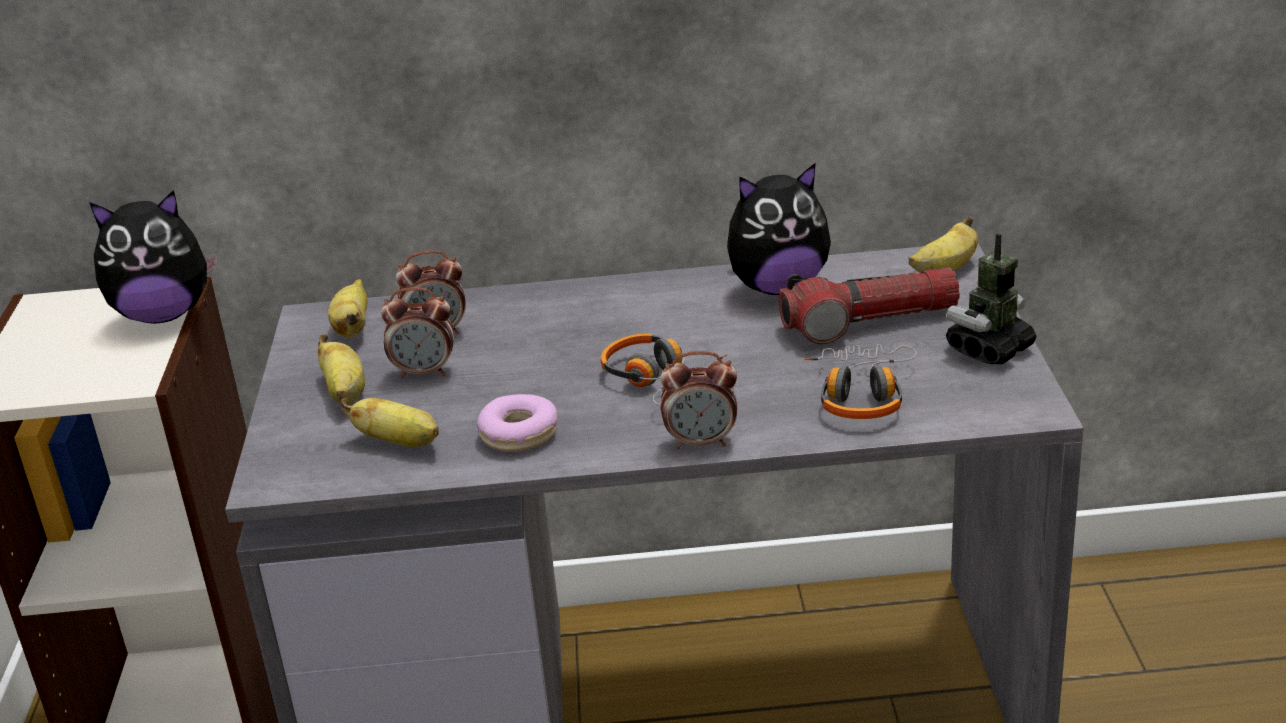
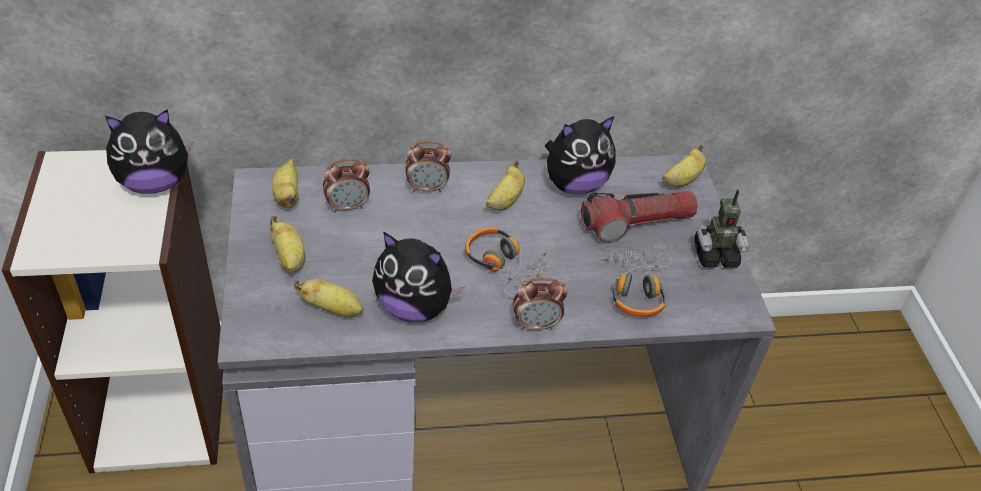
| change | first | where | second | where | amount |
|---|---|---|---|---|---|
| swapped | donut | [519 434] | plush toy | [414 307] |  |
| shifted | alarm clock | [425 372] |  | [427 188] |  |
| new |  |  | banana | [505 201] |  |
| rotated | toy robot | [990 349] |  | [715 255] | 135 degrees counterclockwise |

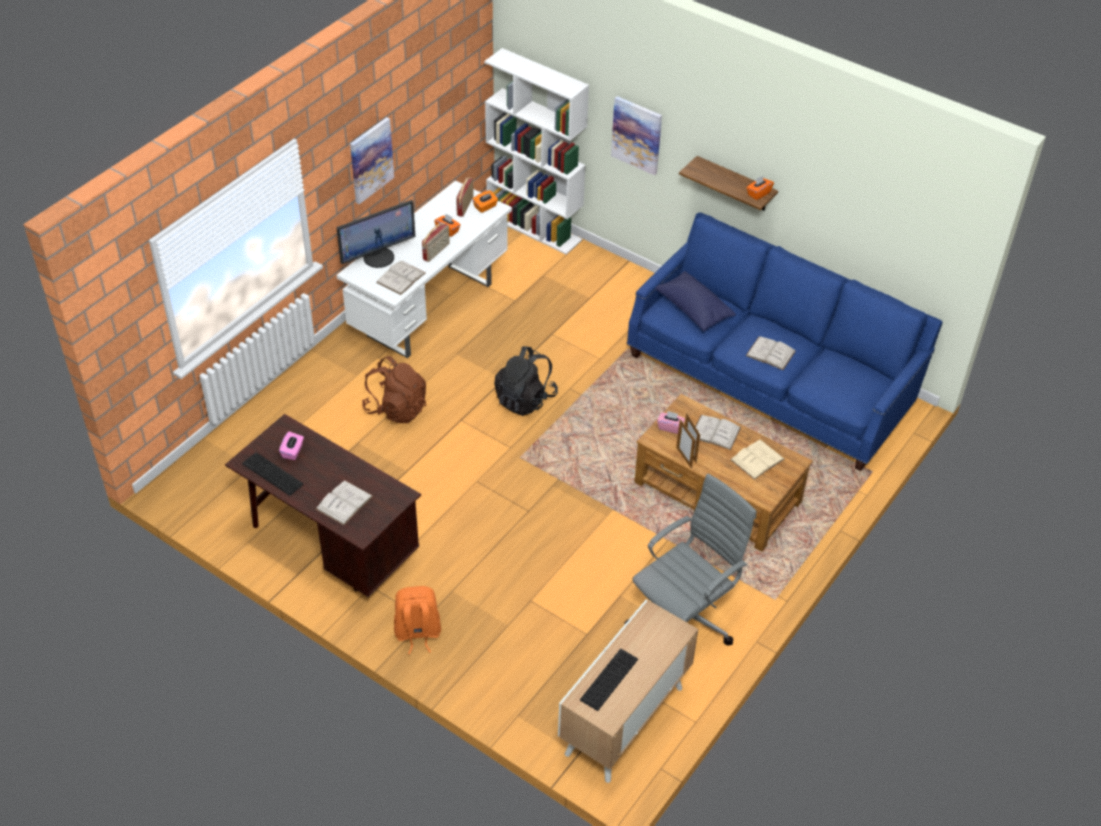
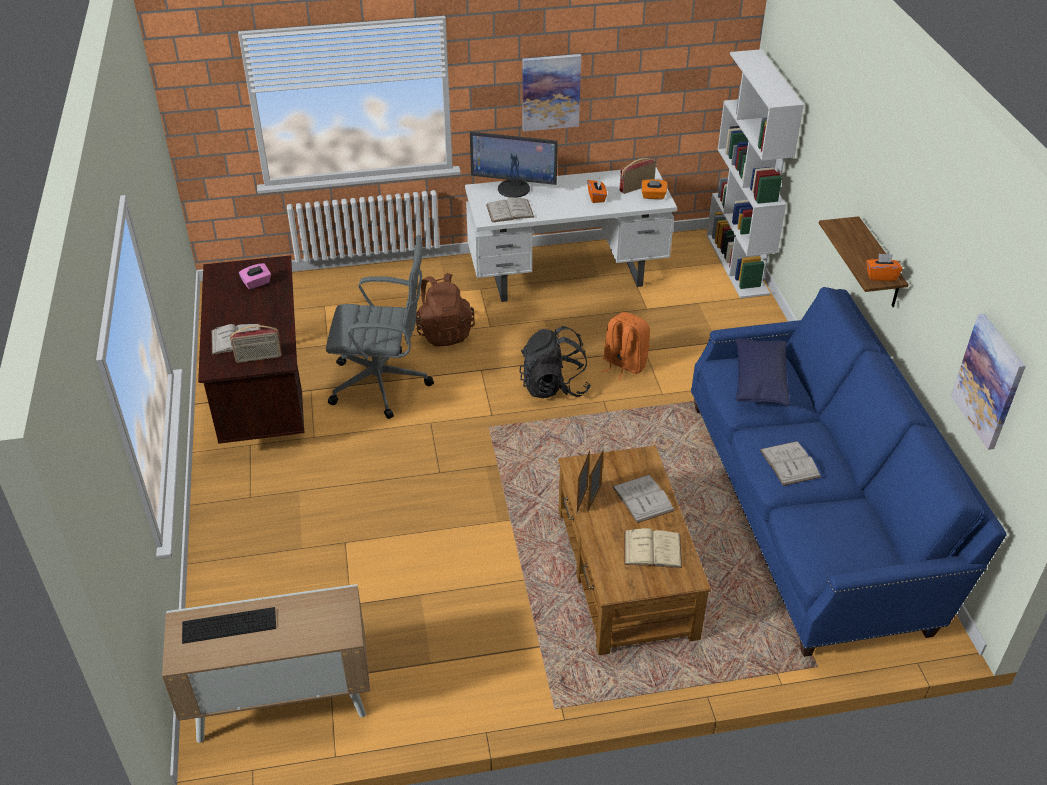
| change | first | where | second | where | amount |
|---|---|---|---|---|---|
| shifted | radio | [436 252] |  | [258 358] |  |
| shifted | office chair (grey) | [684 619] |  | [383 384] |  |
| shifted | backpack (orange) | [417 633] |  | [623 365] |  |
| shifted | picture | [637 135] |  | [989 381] |  |
| gone | keyboard | [272 474] |  |  |  |
| gone | tissue box (pink) | [670 427] |  |  |  |

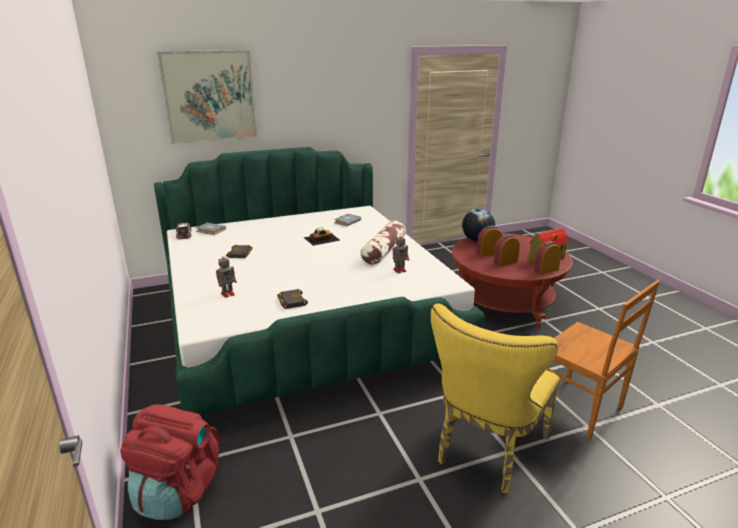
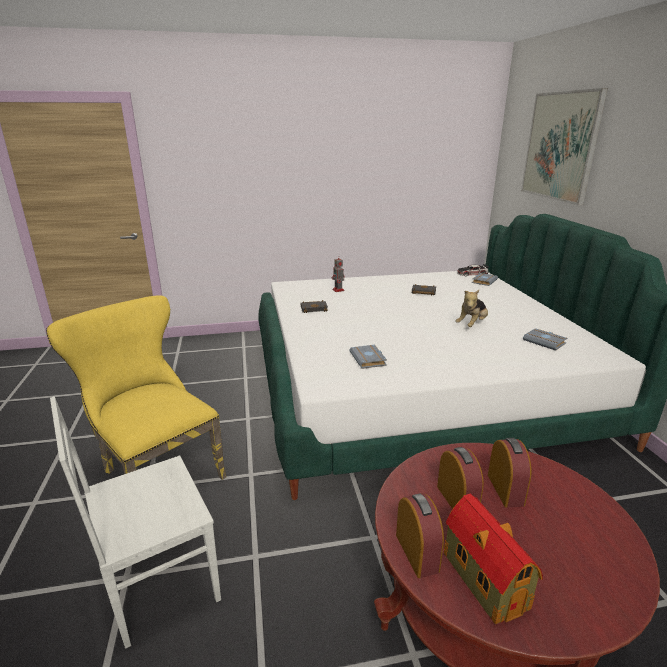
| change | first | where | second | where | amount |
|---|---|---|---|---|---|
| repainted | chair (brown) | [580 409] | chair (white) | [157 584] |  |
| swapped | toy robot | [400 270] | book (grey) | [369 359] |  |
| swapped | toy car | [321 238] | plush toy | [472 325] |  |
| gone | backpack (red) | [177 490] |  |  |  |
| gone | pillow | [383 251] |  |  |  |
| gone | globe | [477 240] |  |  |  |

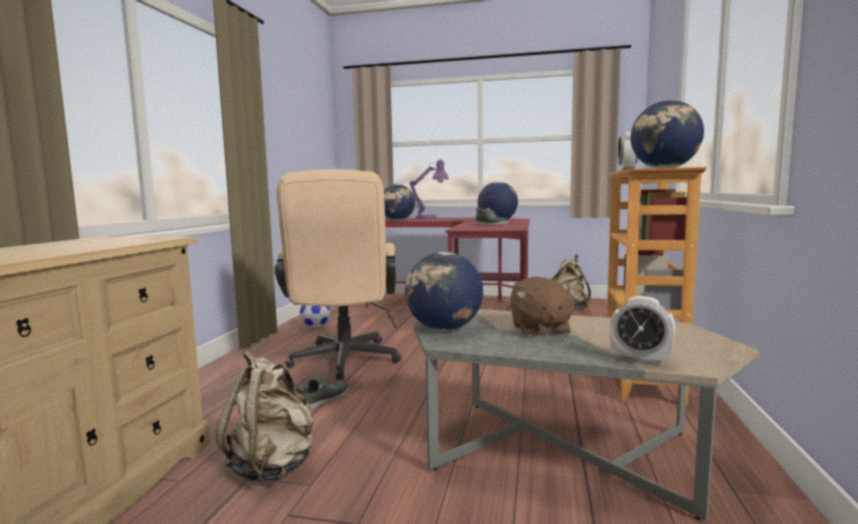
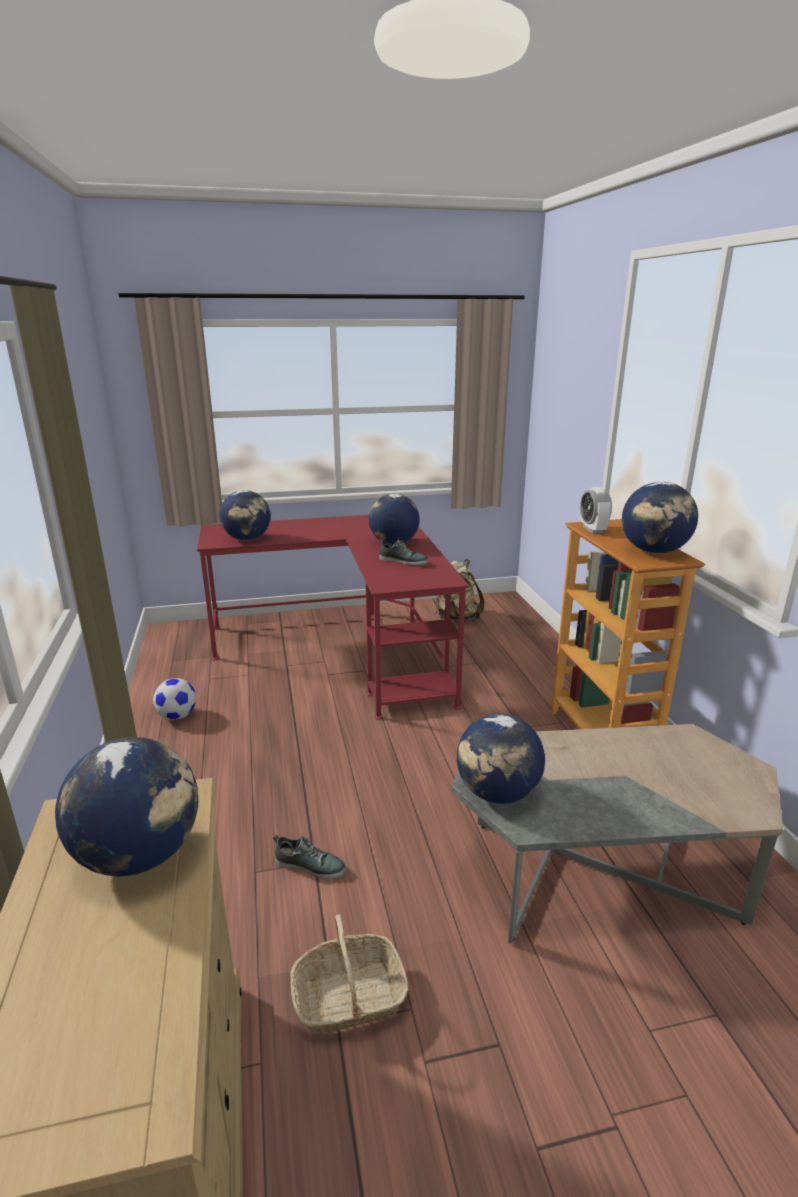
| change | first | where | second | where | amount |
|---|---|---|---|---|---|
| new |  |  | globe | [140 854] |  |
| rotated | shoe | [322 400] |  | [310 865] | 90 degrees clockwise |
| swapped | backpack (beige) | [273 466] | basket | [349 997] |  |
| gone | office chair (beige) | [343 363] |  |  |  |
| gone | table lamp (purple) | [430 218] |  |  |  |
| gone | plush toy (brown) | [539 330] |  |  |  |
| gone | alarm clock | [640 360] |  |  |  |

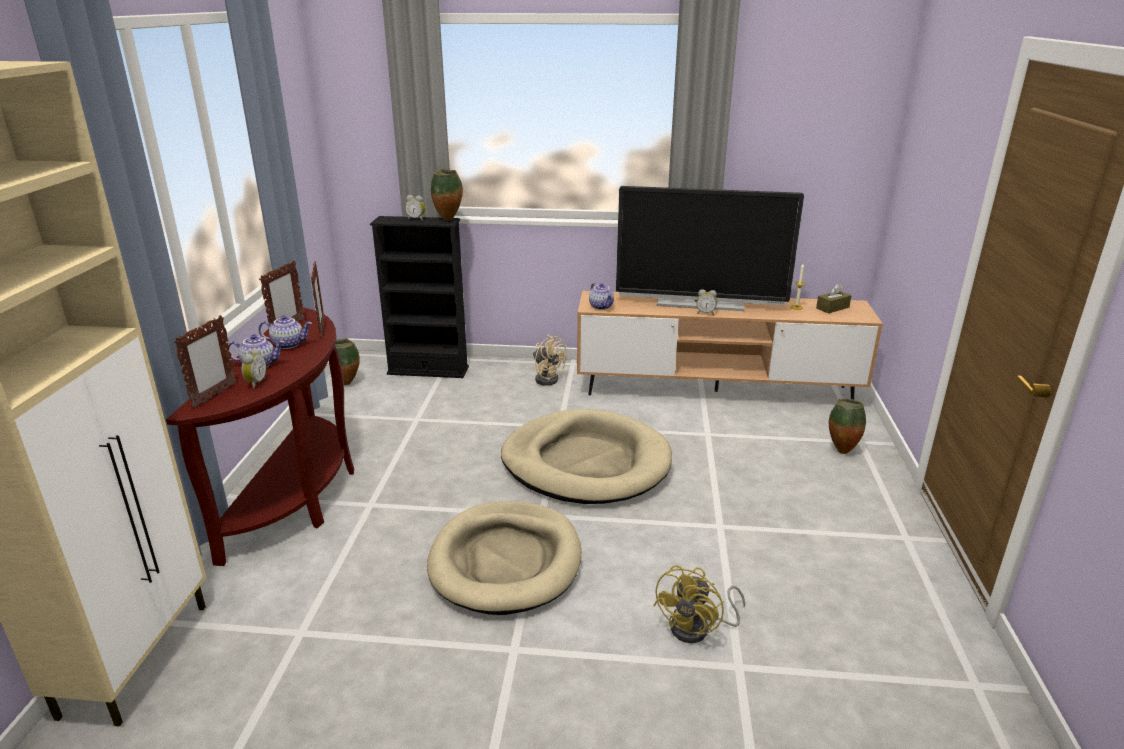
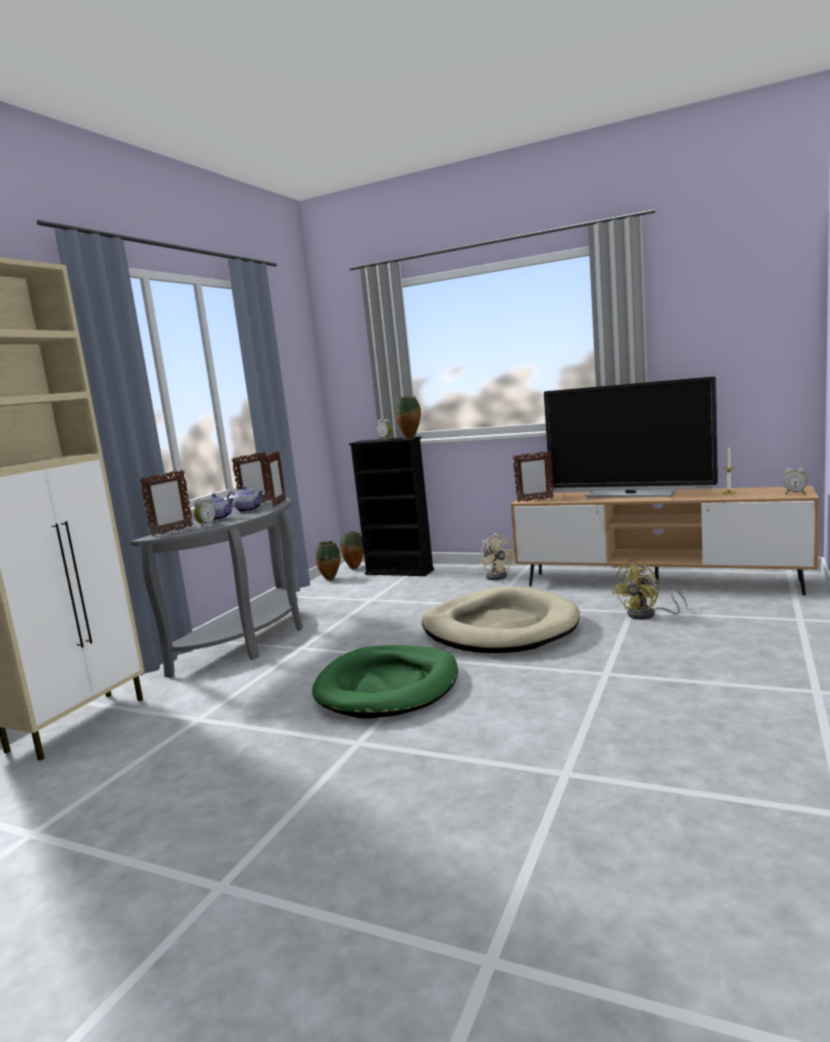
| change | first | where | second | where | amount |
|---|---|---|---|---|---|
| repainted | console table (brown) | [299 495] | console table (grey) | [252 641] |  |
| repainted | dog bed (beige) | [506 561] | dog bed (green) | [388 686] |  |
| shifted | vase | [841 450] |  | [354 568] |  |
| swapped | teapot | [602 306] | picture frame | [535 500] |  |
| shifted | fan (yellow) | [698 629] |  | [647 615] |  |
| shifted | alarm clock | [705 313] |  | [795 493] |  |
| gone | tissue box (brown) | [832 308] |  |  |  |

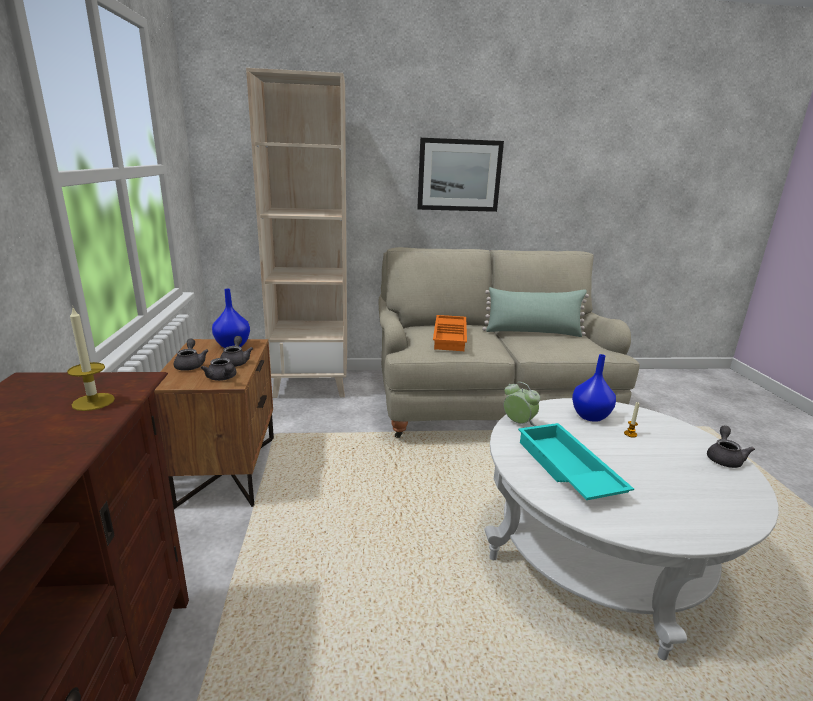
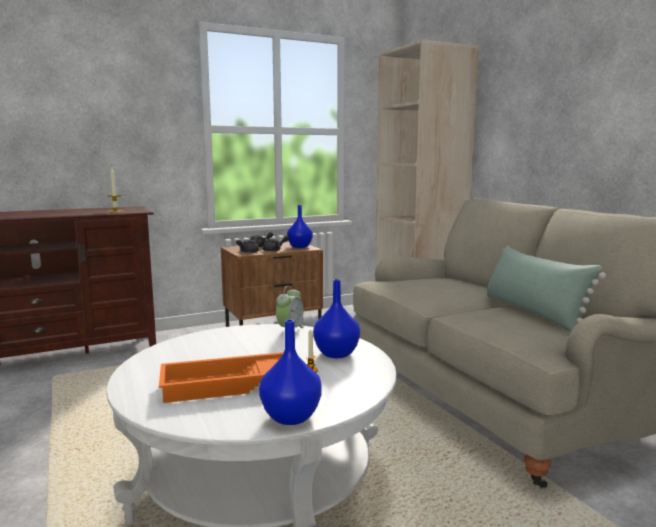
| change | first | where | second | where | amount |
|---|---|---|---|---|---|
| shifted | tray (orange) | [451 337] |  | [229 385] |  |
| swapped | teapot (grey) | [724 458] | vase (blue) | [291 416] |  |
| gone | picture | [459 175] |  |  |  |
| gone | tray (turquoise) | [565 469] |  |  |  |

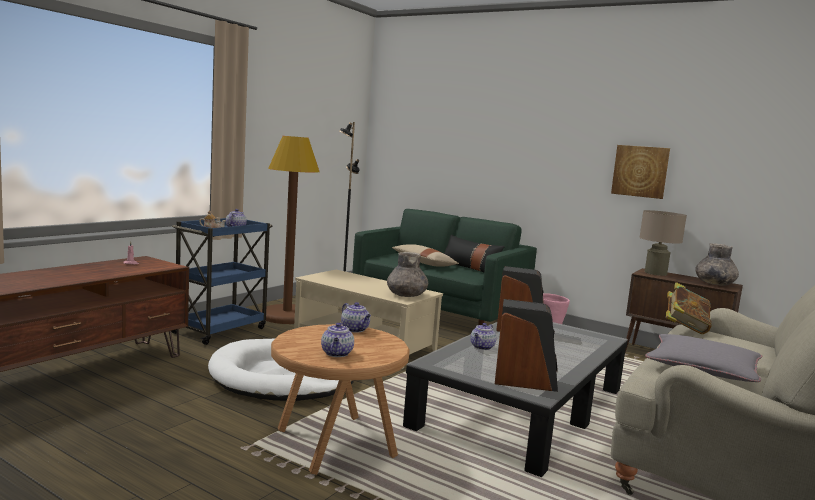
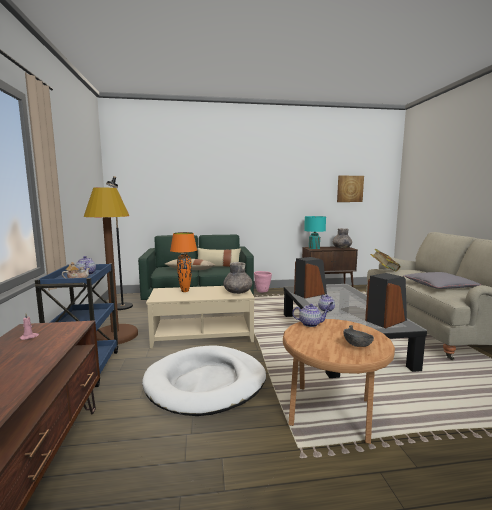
| change | first | where | second | where | amount |
|---|---|---|---|---|---|
| new |  |  | table lamp (orange) | [185 291] |  |
| repainted | pillow (black) | [469 268] | pillow (beige) | [218 266] |  |
| repainted | table lamp (beige) | [655 273] | table lamp (turquoise) | [314 248] |  |
| shifted | picture | [640 171] |  | [349 189] |  |
| swapped | teapot | [337 354] | bowl (grey) | [358 345] |  |

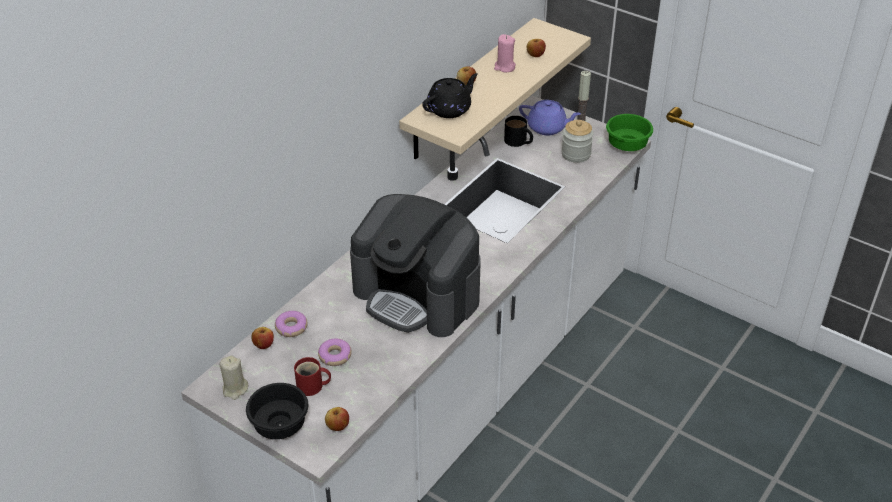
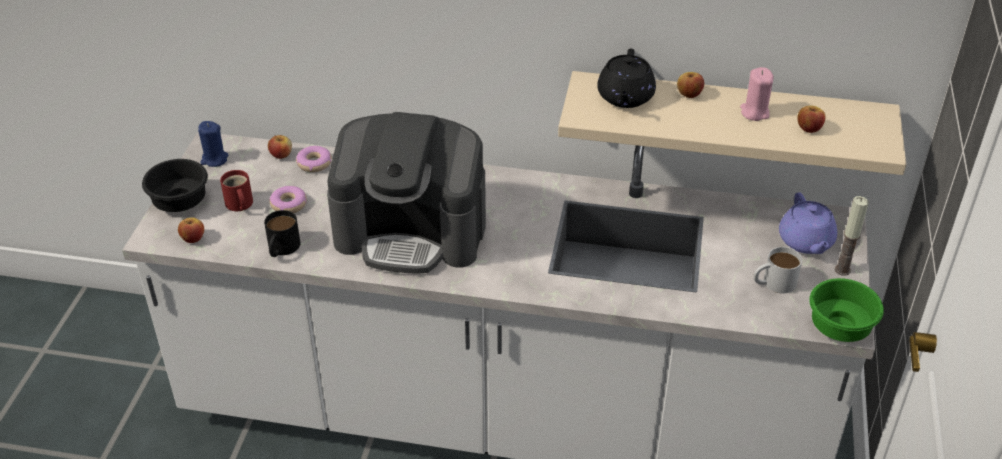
| change | first | where | second | where | amount |
|---|---|---|---|---|---|
| repainted | candle (beige) | [235 389] | candle (blue) | [214 159] |  |
| shifted | mug (black) | [519 142] |  | [281 249] |  |
| rotated | coffee machine | [417 295] |  | [412 231] | 90 degrees counterclockwise |
| rotated | teapot (black) | [450 109] |  | [625 97] | 75 degrees clockwise |
| swapped | jar | [576 154] | mug (white) | [773 283] |  |

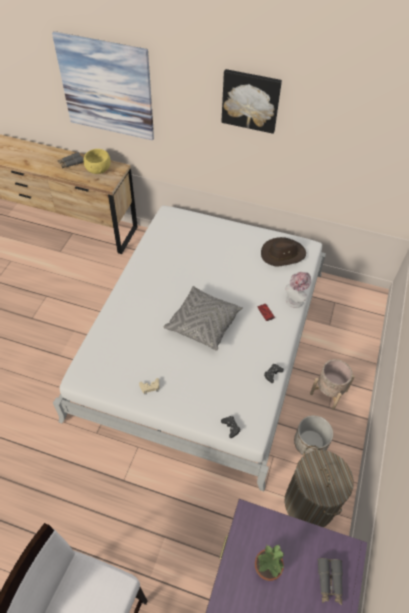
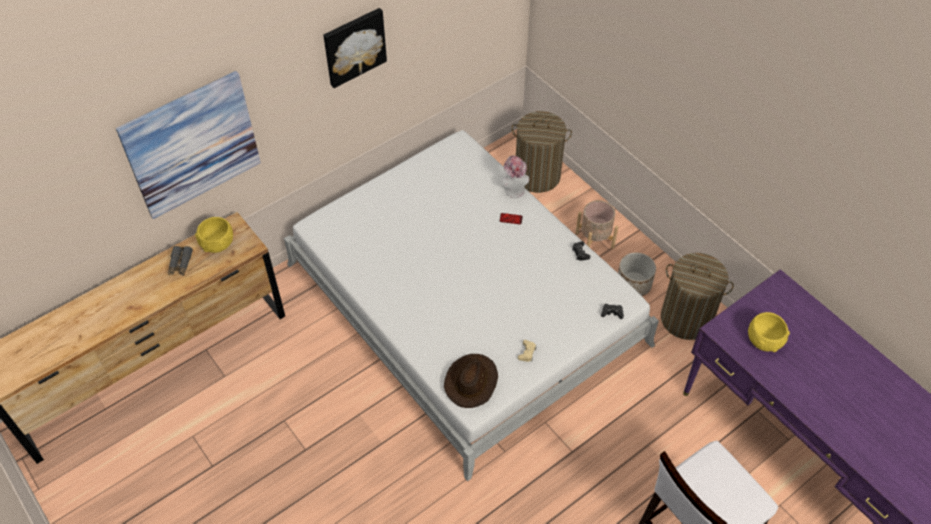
| change | first | where | second | where | amount |
|---|---|---|---|---|---|
| shifted | hat (brown) | [282 254] |  | [471 381] |  |
| new |  |  | laundry basket | [537 176] |  |
| swapped | potted plant | [267 568] | bowl (yellow) | [764 340] |  |
| gone | pillow (grey) | [203 323] |  |  |  |
| gone | binoculars (grey) | [329 582] |  |  |  |

